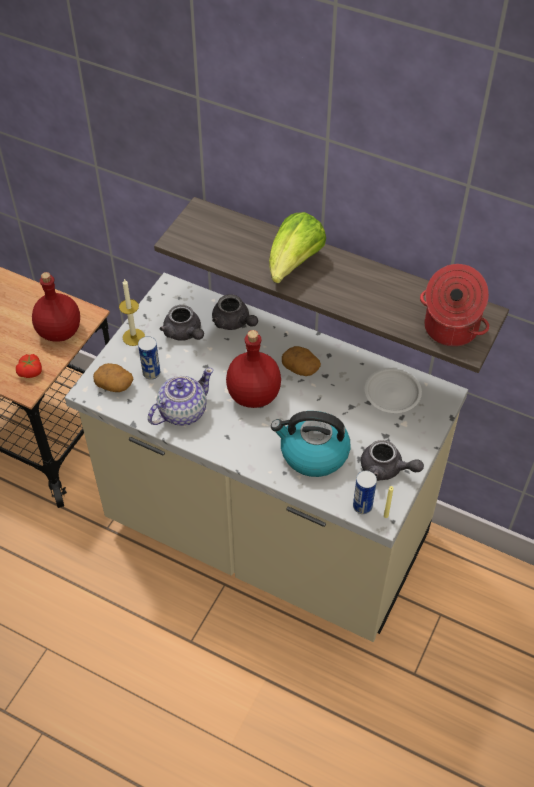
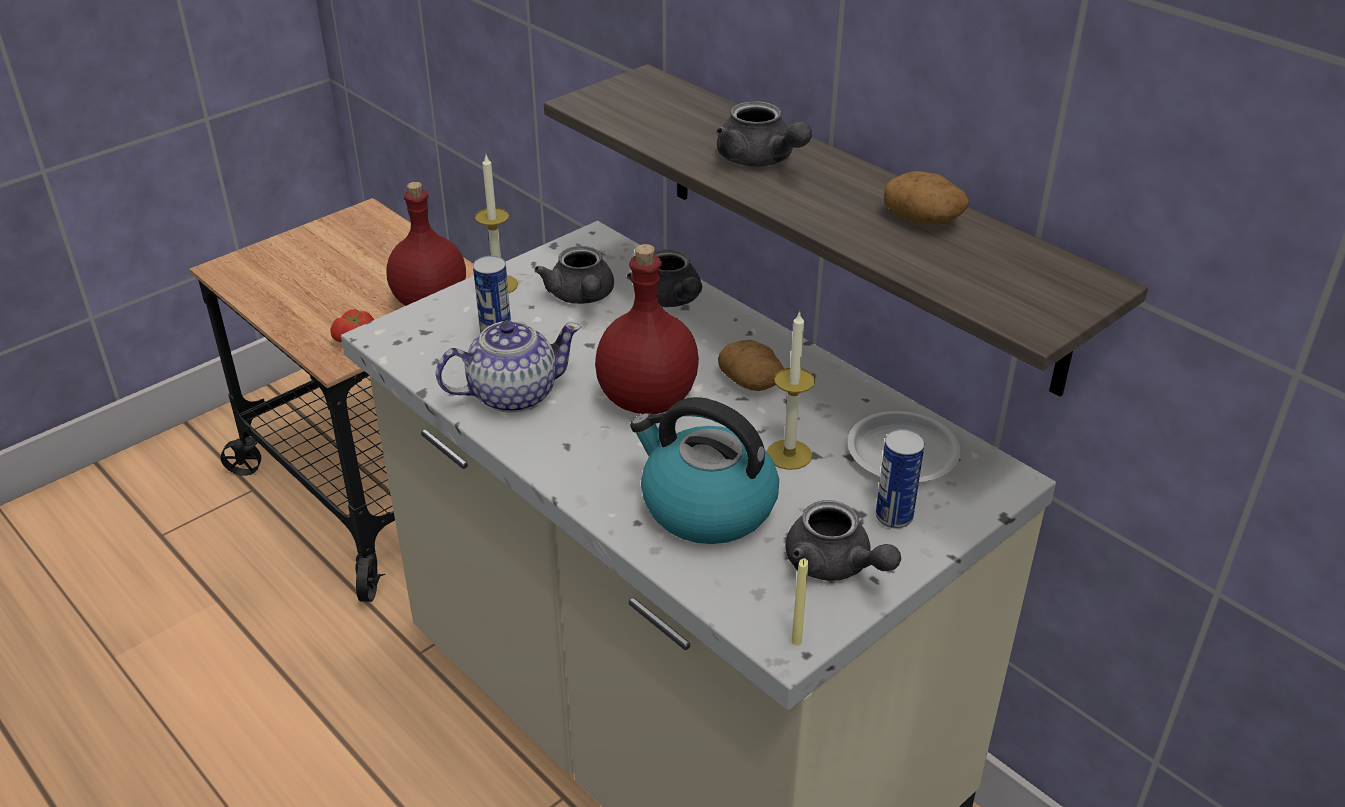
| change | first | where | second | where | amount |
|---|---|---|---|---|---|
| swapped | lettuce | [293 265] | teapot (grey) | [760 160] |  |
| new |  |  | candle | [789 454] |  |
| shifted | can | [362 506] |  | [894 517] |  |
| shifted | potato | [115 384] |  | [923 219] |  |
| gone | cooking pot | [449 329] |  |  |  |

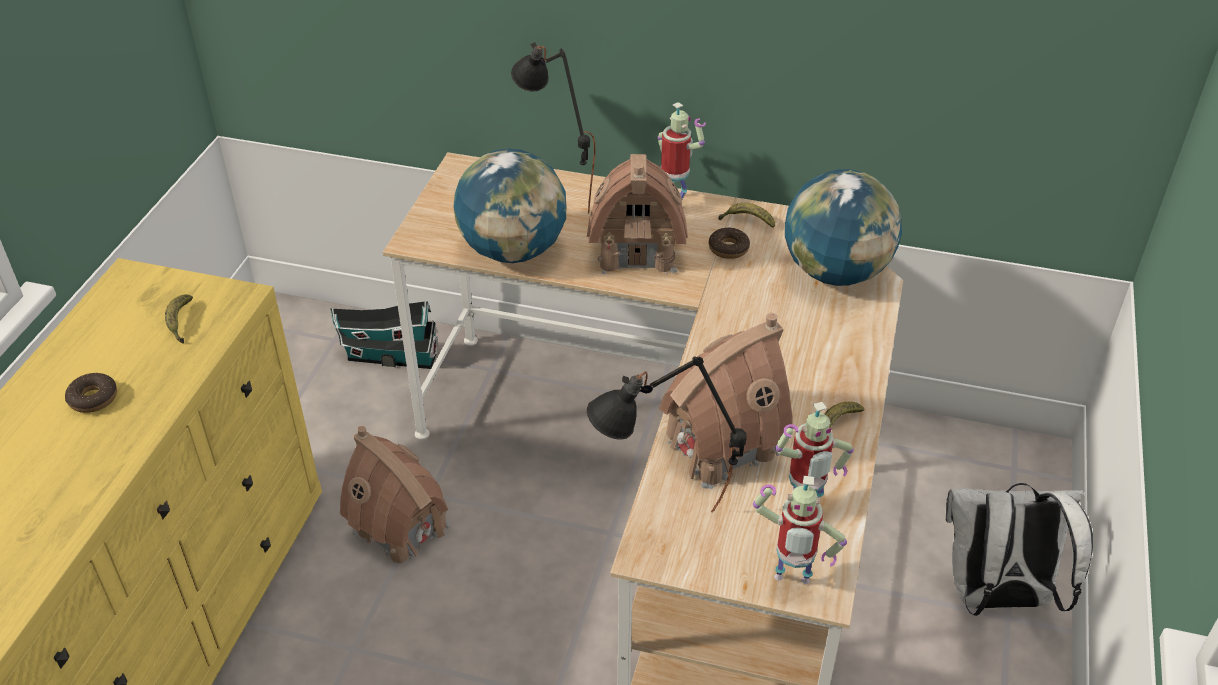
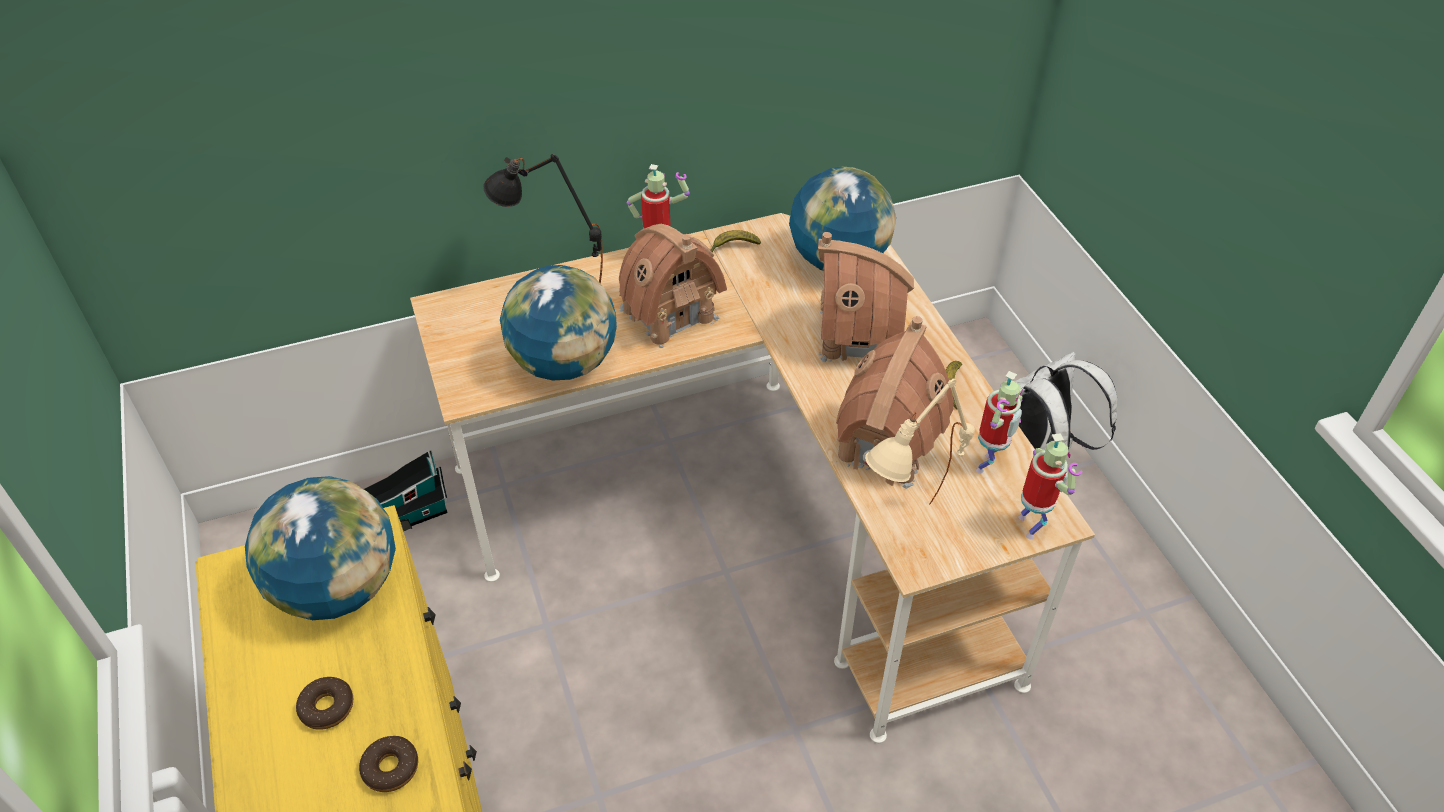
| change | first | where | second | where | amount |
|---|---|---|---|---|---|
| swapped | banana | [180 323] | globe | [338 587] |  |
| shifted | donut | [728 248] |  | [391 768] |  |
| shifted | toy house | [401 528] |  | [857 336] |  |
| repainted | table lamp (black) | [663 528] | table lamp (beige) | [908 537] |  |
| rotated | toy robot | [790 583] |  | [1031 527] | 75 degrees counterclockwise |

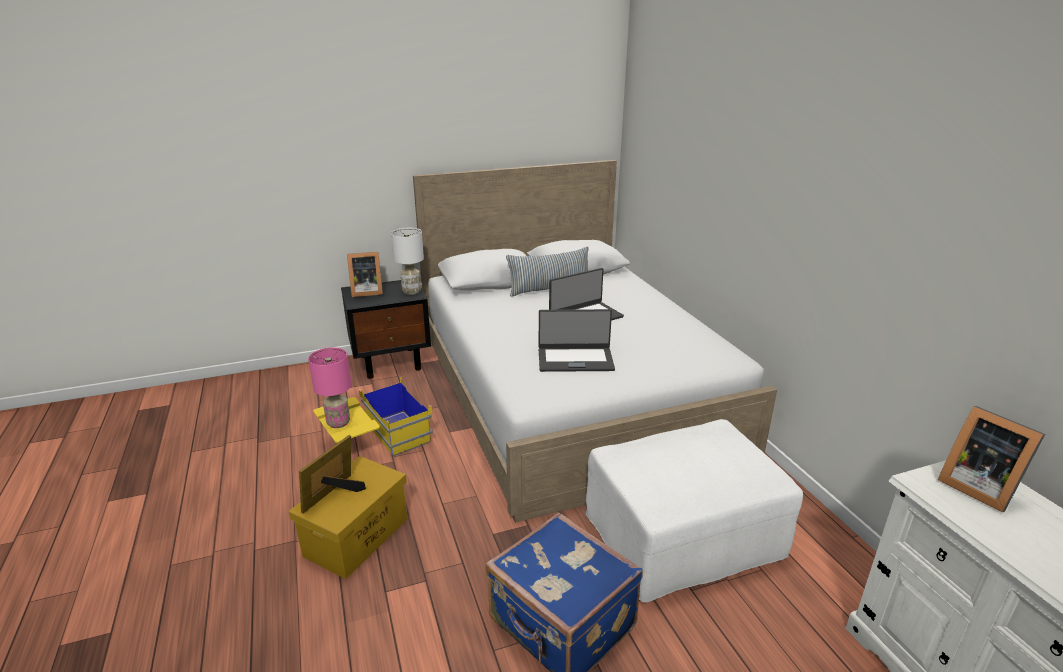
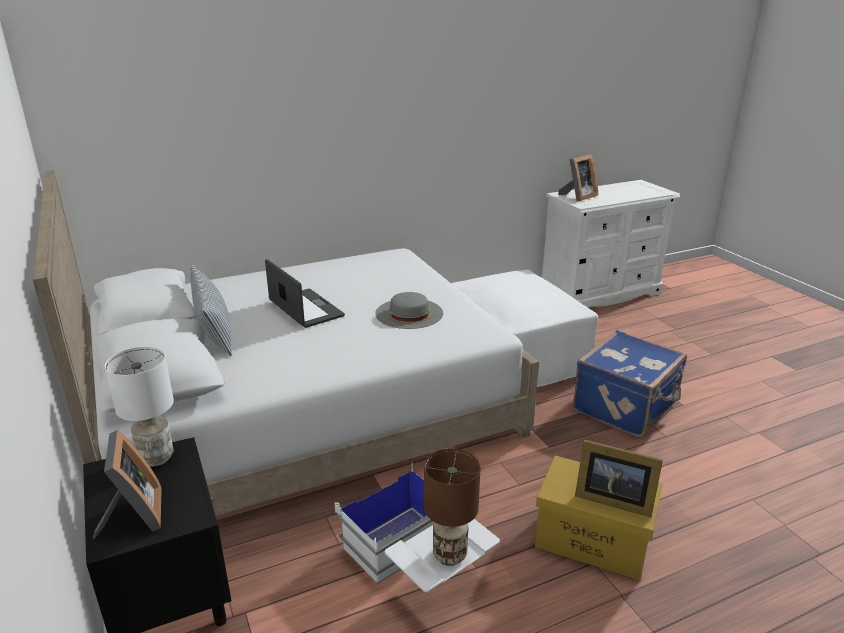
| change | first | where | second | where | amount |
|---|---|---|---|---|---|
| repainted | storage box (yellow) | [376 442] | storage box (white) | [417 565] |  |
| swapped | laptop | [575 359] | hat (grey) | [409 313] |  |
| repainted | table lamp (pink) | [338 423] | table lamp (brown) | [450 556] |  |

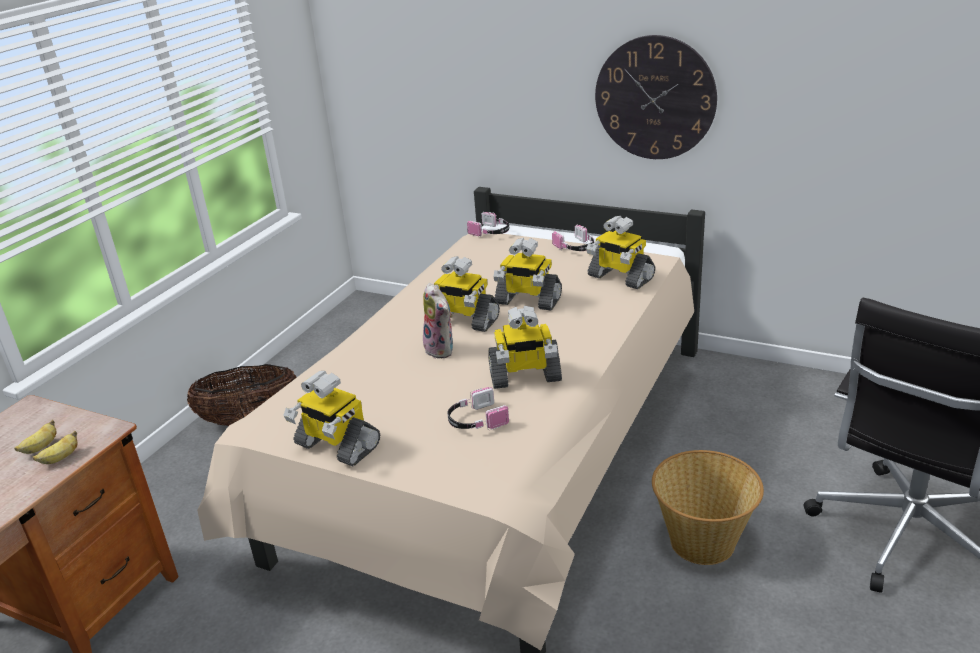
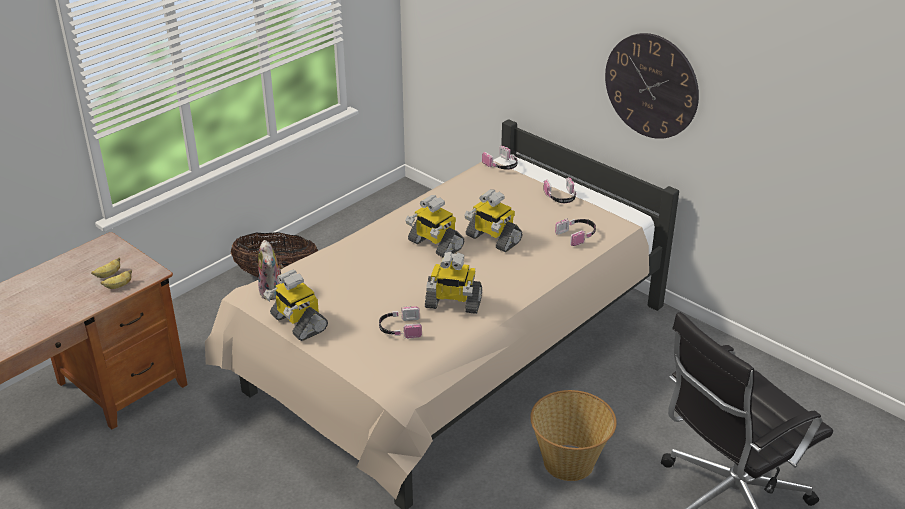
| change | first | where | second | where | amount |
|---|---|---|---|---|---|
| shifted | plush toy | [442 350] |  | [272 292] |  |
| swapped | toy robot | [620 277] | headphones | [577 235] |  |

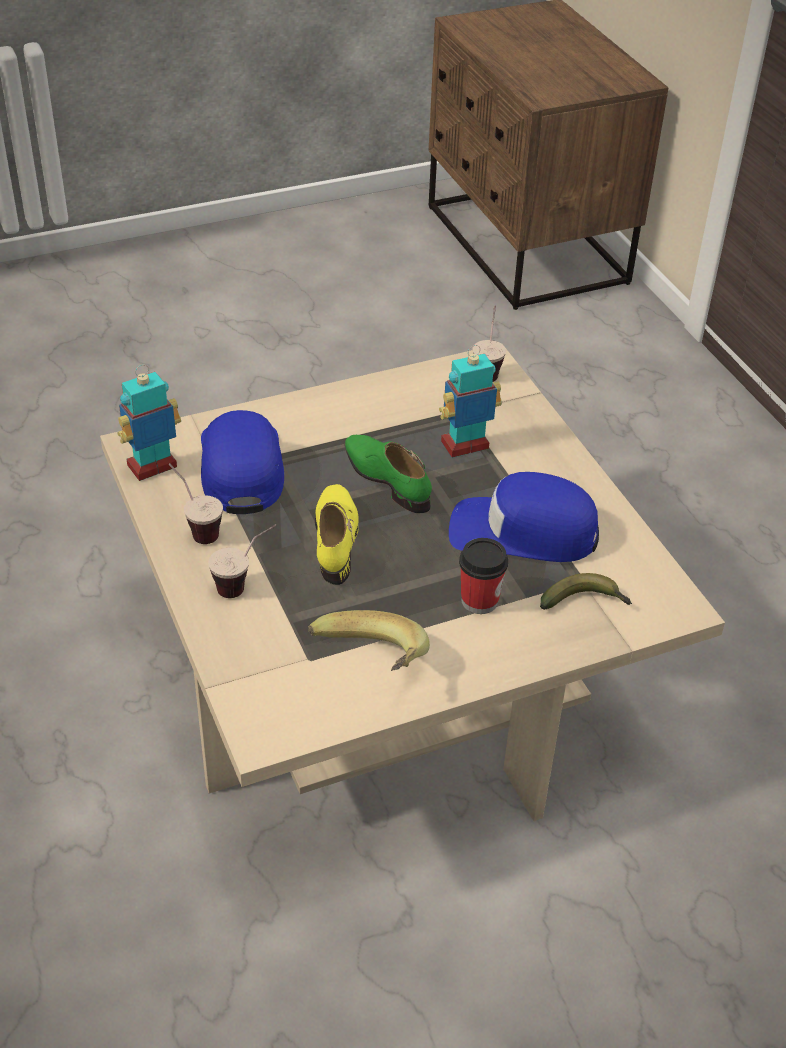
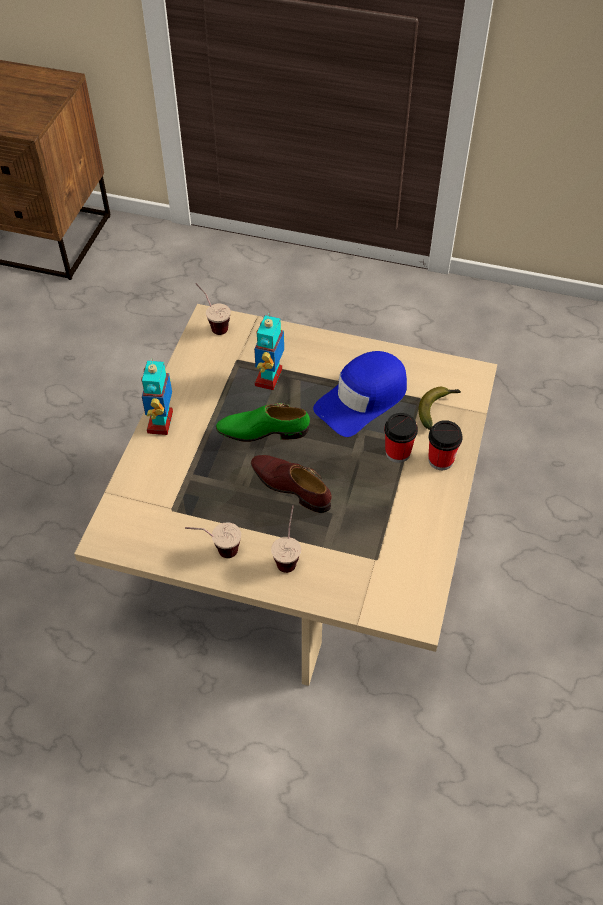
| change | first | where | second | where | amount |
|---|---|---|---|---|---|
| shifted | toy robot | [152 467] |  | [161 422] |  |
| repainted | shoe (yellow) | [336 539] | shoe (brown) | [291 486] |  |
| new |  |  | cup | [440 460] |  |
| gone | cap (blue) | [241 467] |  |  |  |
| gone | banana | [368 666] |  |  |  |

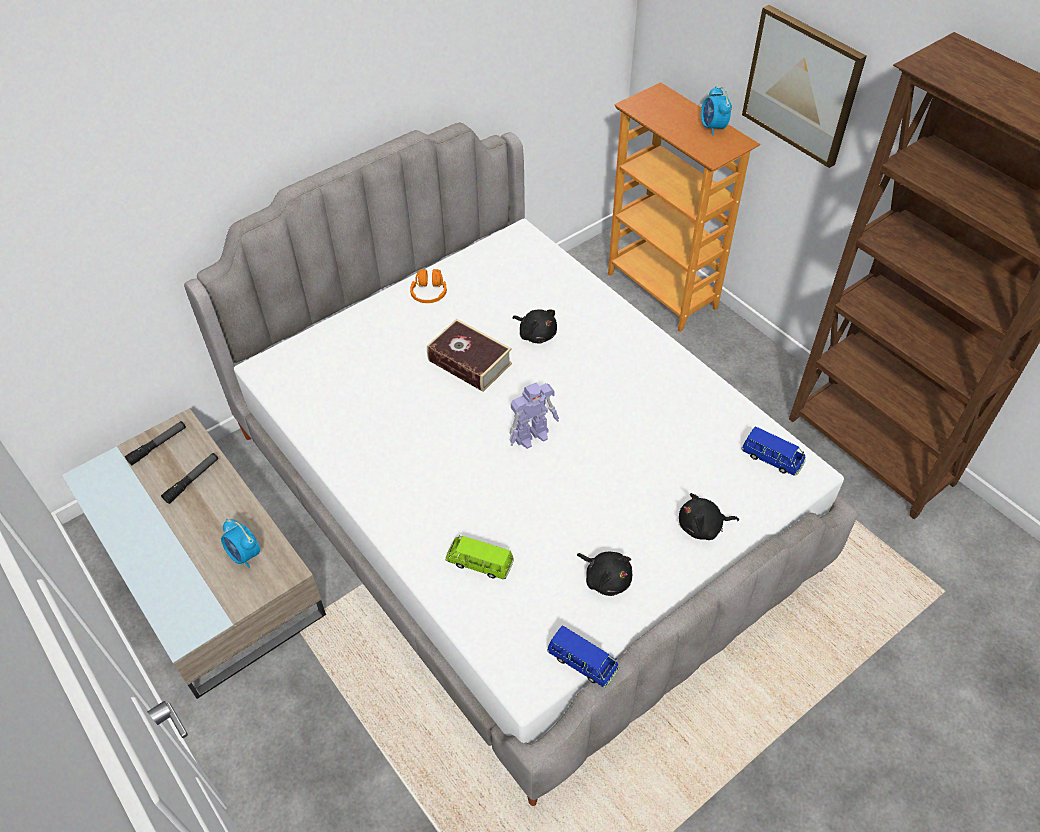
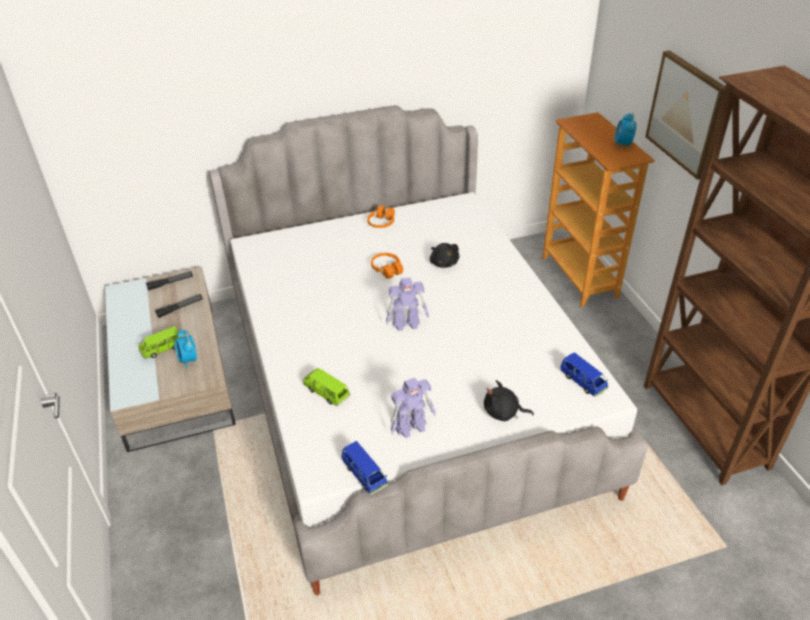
| change | first | where | second | where | amount |
|---|---|---|---|---|---|
| new |  |  | toy car (green) | [162 349] |  |
| swapped | book | [469 362] | headphones (orange) | [387 269] |  |
| swapped | plush toy (black) | [606 578] | toy robot | [412 427] |  |

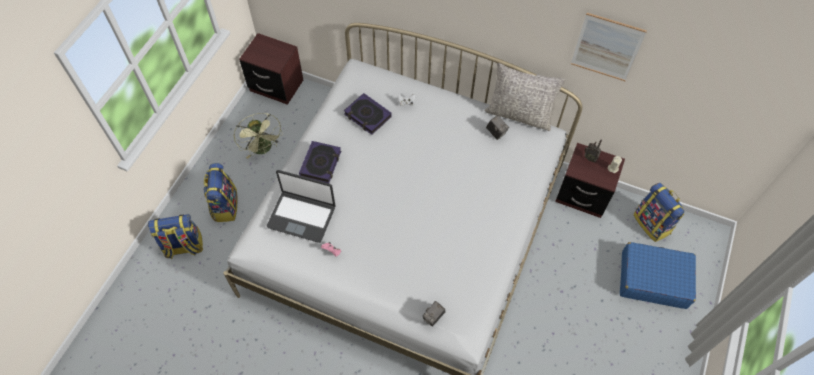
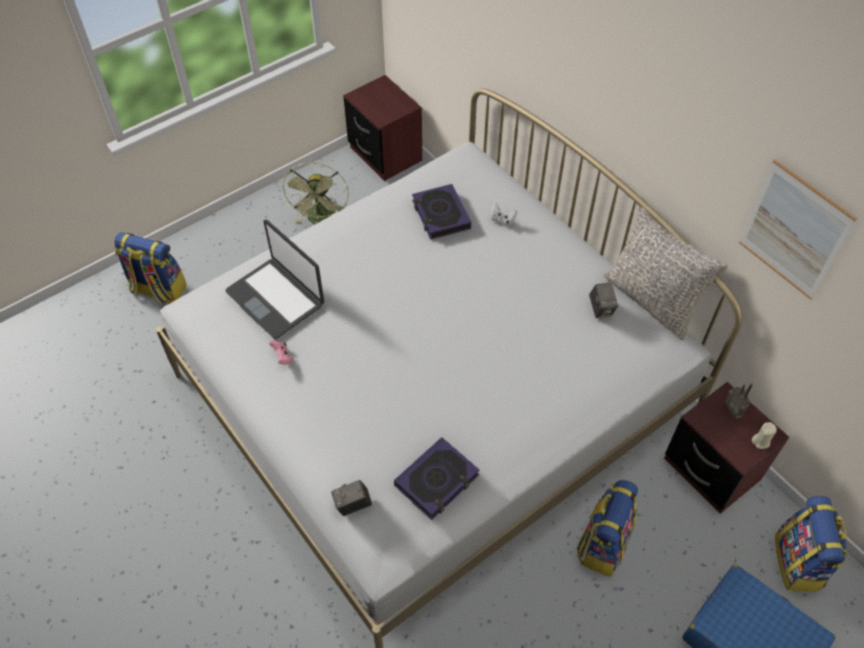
| change | first | where | second | where | amount |
|---|---|---|---|---|---|
| shifted | book | [321 164] |  | [437 481] |  |
| shifted | backpack | [225 206] |  | [603 543] |  |

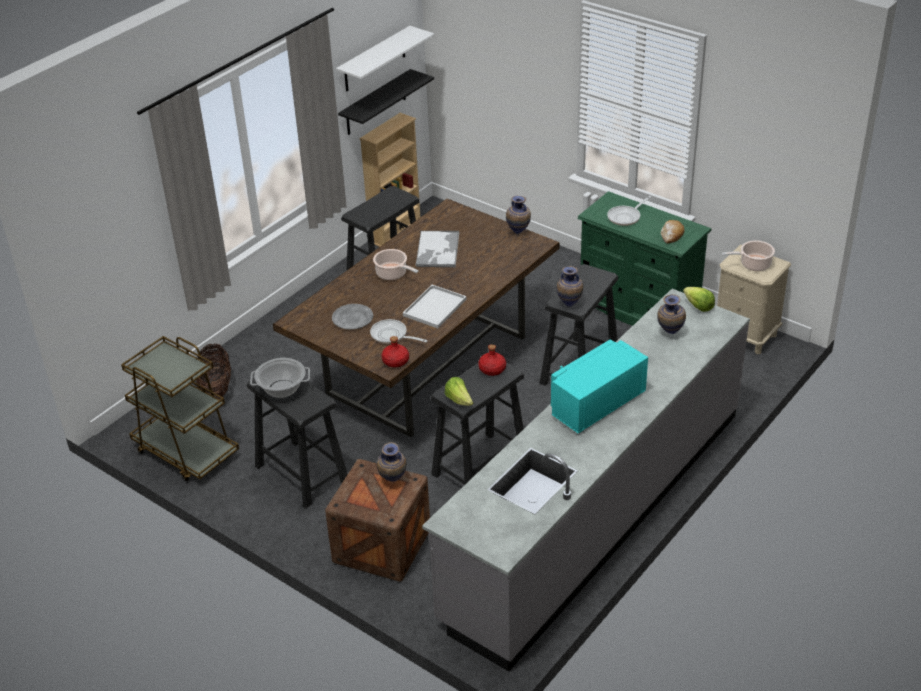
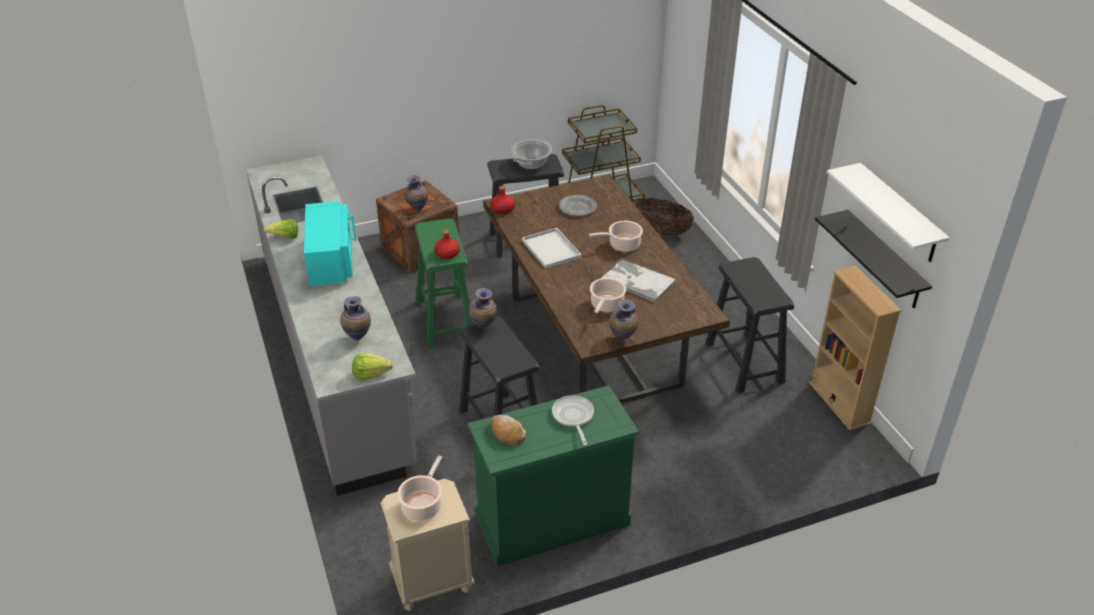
| change | first | where | second | where | amount |
|---|---|---|---|---|---|
| shifted | lettuce | [459 400] |  | [285 237] |  |
| repainted | stool (black) | [479 466] | stool (green) | [446 319] |  |
| new |  |  | cooking pot | [606 305] |  |
| gone | frying pan | [391 336] |  |  |  |

